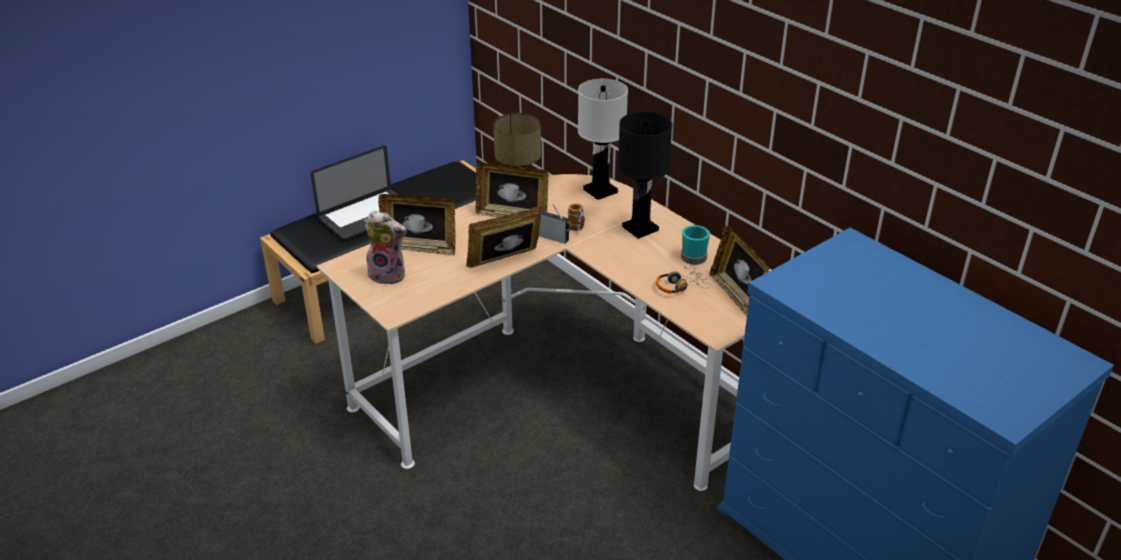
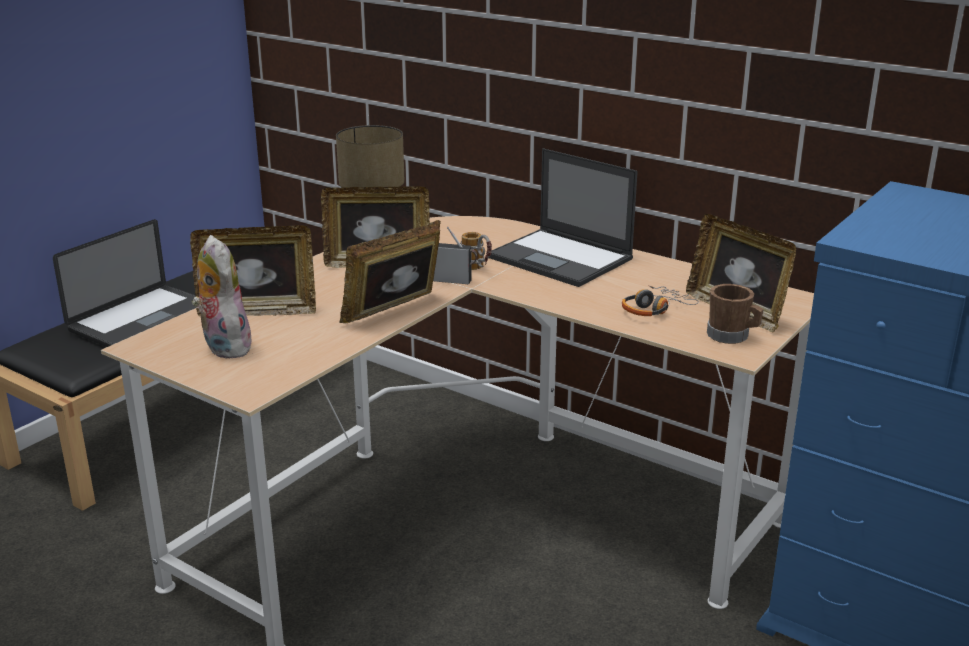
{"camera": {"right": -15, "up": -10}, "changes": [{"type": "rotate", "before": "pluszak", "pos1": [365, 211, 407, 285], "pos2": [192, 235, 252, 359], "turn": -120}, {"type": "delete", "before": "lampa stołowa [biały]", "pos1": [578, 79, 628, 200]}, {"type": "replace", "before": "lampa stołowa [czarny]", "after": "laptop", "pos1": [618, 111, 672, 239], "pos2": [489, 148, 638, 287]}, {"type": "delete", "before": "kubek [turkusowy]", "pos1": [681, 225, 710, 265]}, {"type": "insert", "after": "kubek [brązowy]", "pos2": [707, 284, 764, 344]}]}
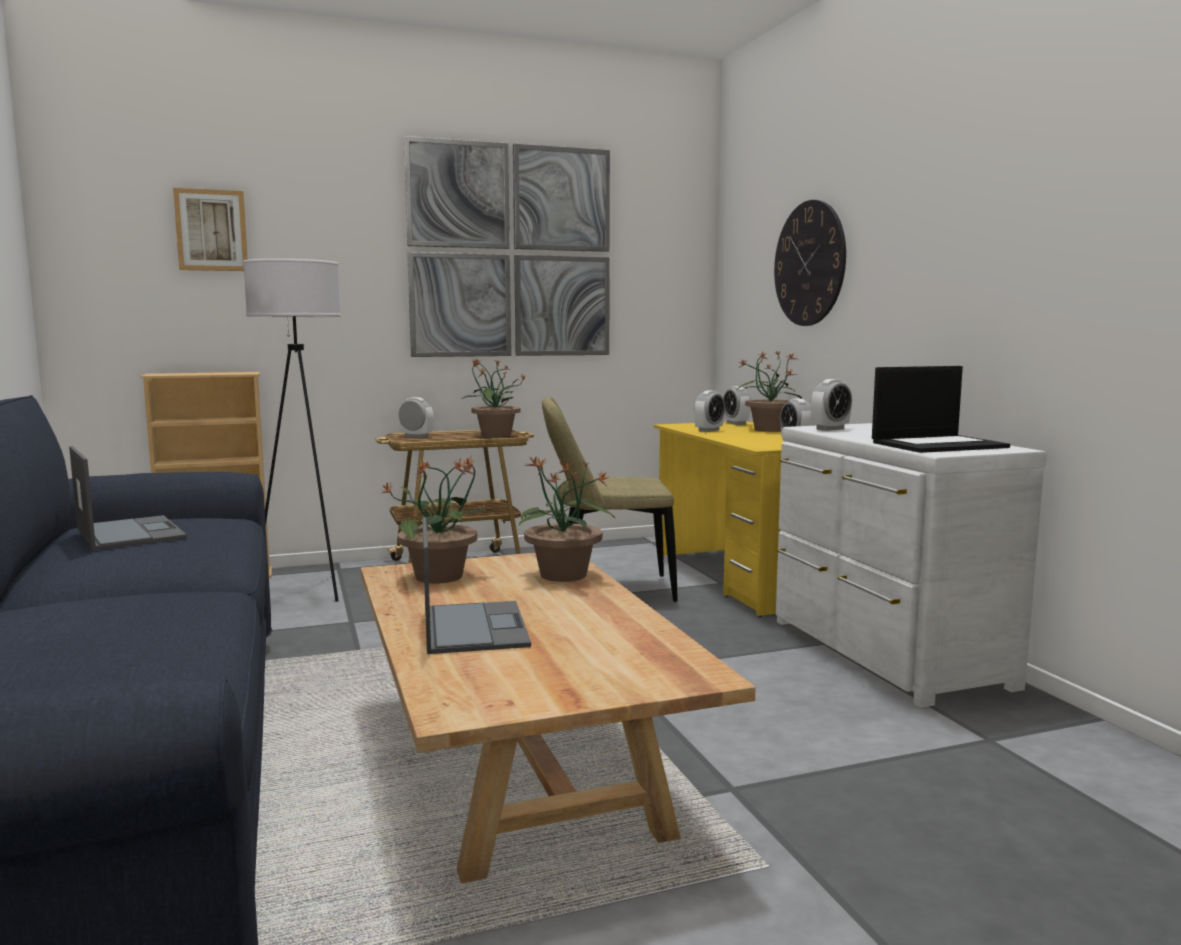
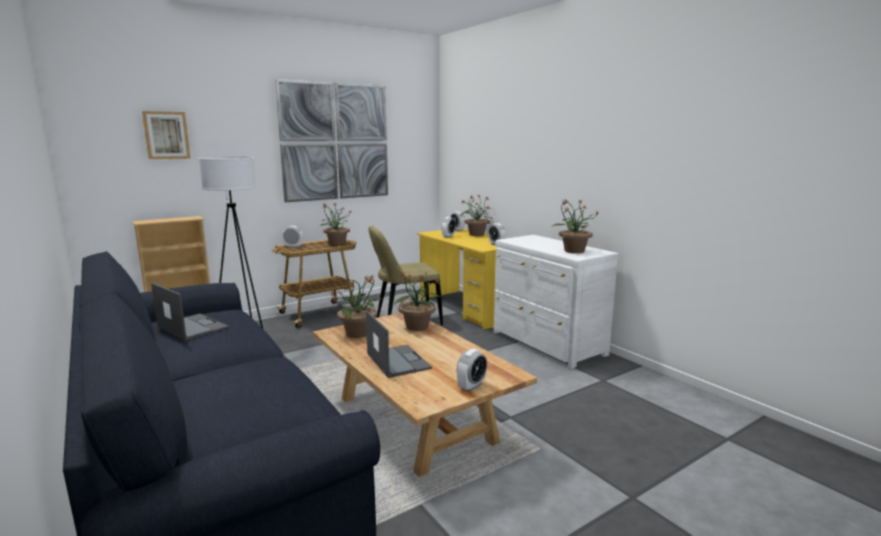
{"camera": {"right": -15, "up": 5}, "changes": [{"type": "delete", "before": "zegar ścienny", "pos1": [774, 200, 846, 326]}, {"type": "move", "before": "budzik", "pos1": [811, 379, 852, 431], "pos2": [457, 349, 487, 392]}, {"type": "replace", "before": "laptop", "after": "roślina doniczkowa", "pos1": [872, 366, 1010, 453], "pos2": [551, 199, 599, 253]}]}
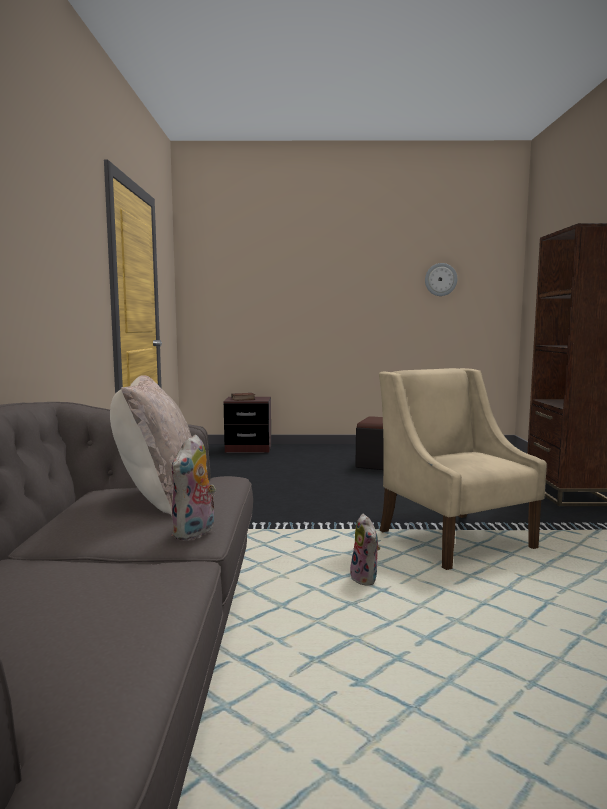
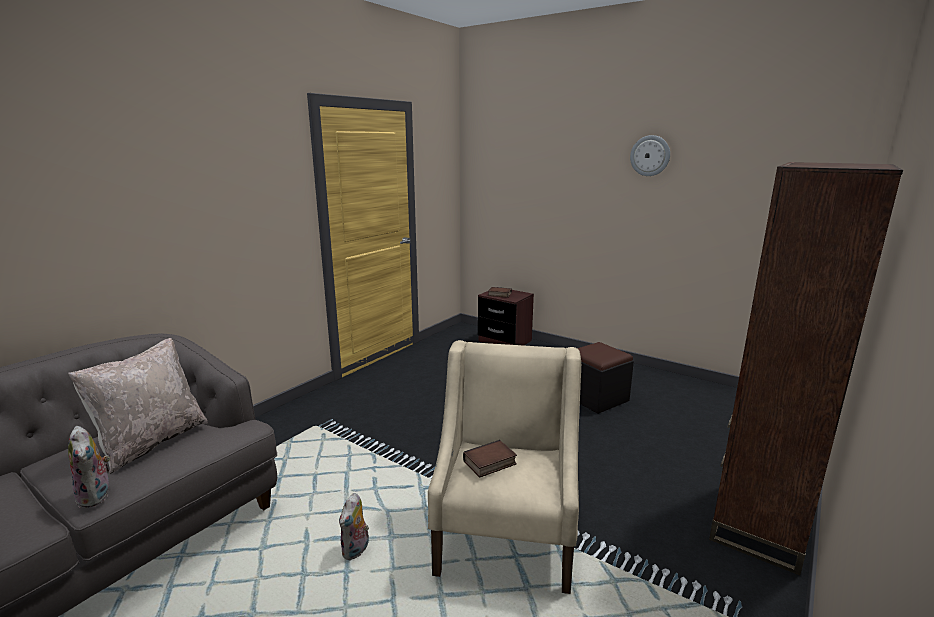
{"camera": {"right": 35, "up": 10}, "changes": [{"type": "rotate", "before": "pluszak", "pos1": [171, 434, 216, 541], "pos2": [68, 426, 110, 508], "turn": -90}, {"type": "move", "before": "zegar ścienny", "pos1": [425, 263, 457, 296], "pos2": [630, 135, 670, 176]}, {"type": "insert", "after": "książka", "pos2": [463, 440, 517, 478]}]}
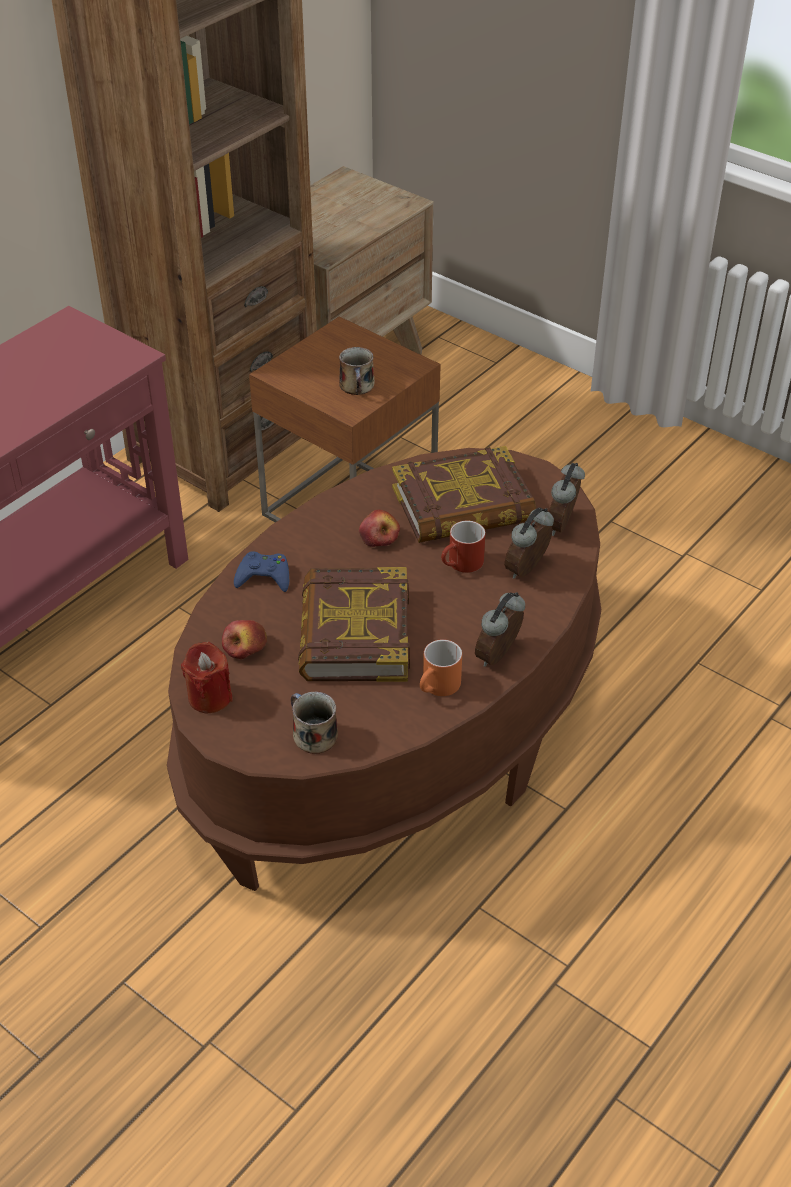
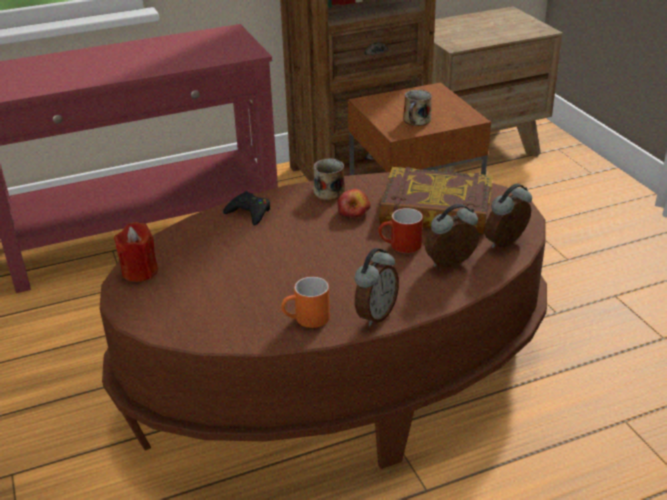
{"camera": {"right": 30, "up": -10}, "changes": [{"type": "delete", "before": "jabłko", "pos1": [222, 620, 267, 659]}, {"type": "recolor", "before": "pad do gier [niebieski]", "after": "pad do gier [czarny]", "pos1": [234, 552, 289, 592], "pos2": [223, 191, 270, 226]}, {"type": "move", "before": "kubek", "pos1": [291, 691, 338, 754], "pos2": [313, 159, 345, 200]}, {"type": "delete", "before": "książka", "pos1": [298, 567, 410, 682]}, {"type": "rotate", "before": "budzik", "pos1": [475, 592, 525, 667], "pos2": [355, 248, 399, 327], "turn": 150}]}
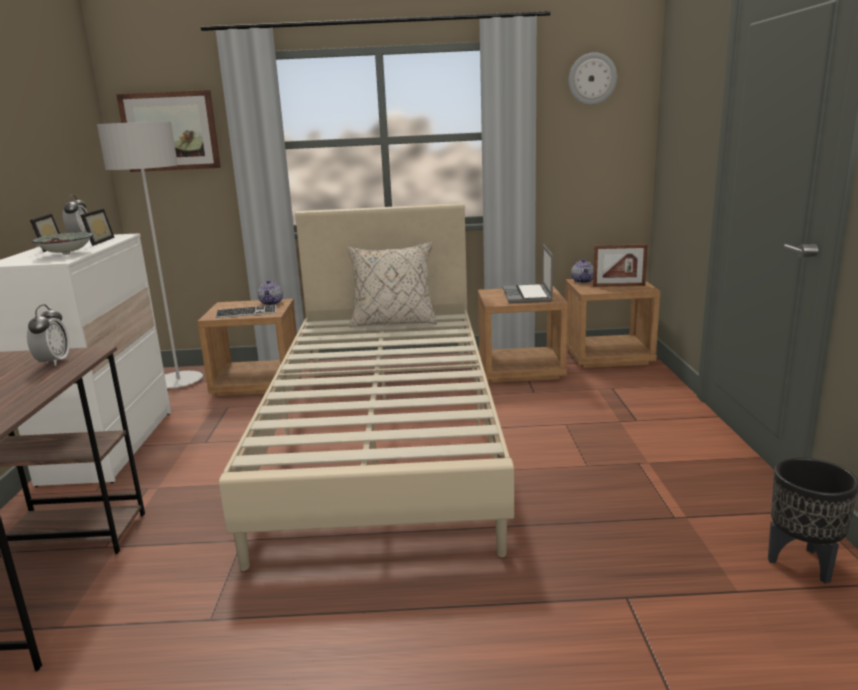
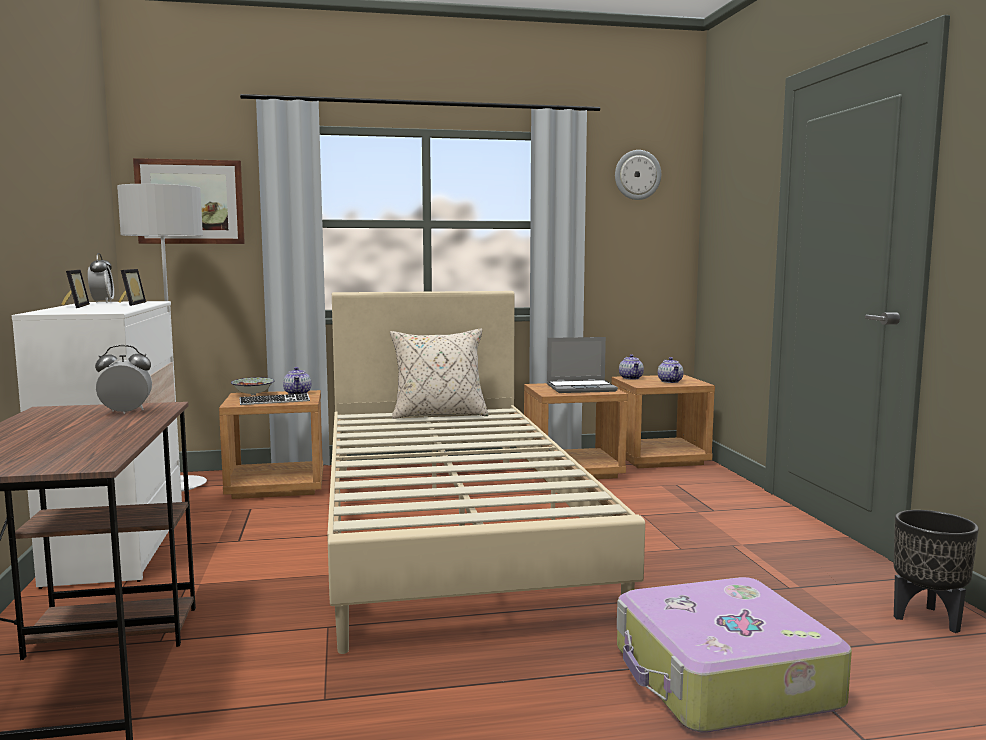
{"camera": {"right": -10, "up": -10}, "changes": [{"type": "rotate", "before": "budzik", "pos1": [27, 304, 70, 366], "pos2": [95, 345, 152, 414], "turn": -90}, {"type": "move", "before": "miska", "pos1": [32, 232, 93, 255], "pos2": [231, 377, 275, 396]}, {"type": "rotate", "before": "laptop", "pos1": [503, 244, 553, 303], "pos2": [547, 337, 618, 393], "turn": -90}, {"type": "replace", "before": "ramka na zdjęcie", "after": "imbryk", "pos1": [593, 244, 648, 287], "pos2": [658, 357, 683, 383]}, {"type": "insert", "after": "walizka", "pos2": [617, 577, 852, 733]}]}
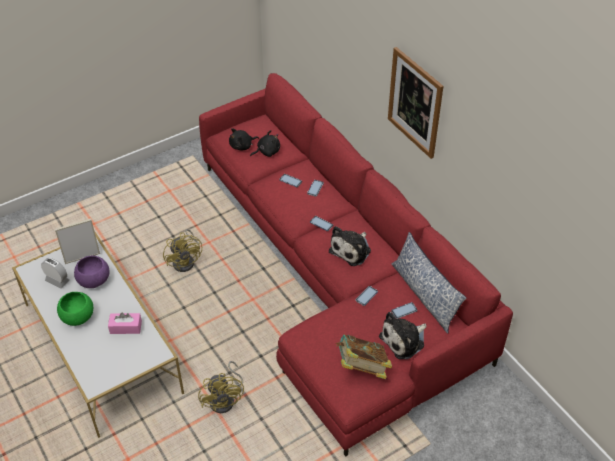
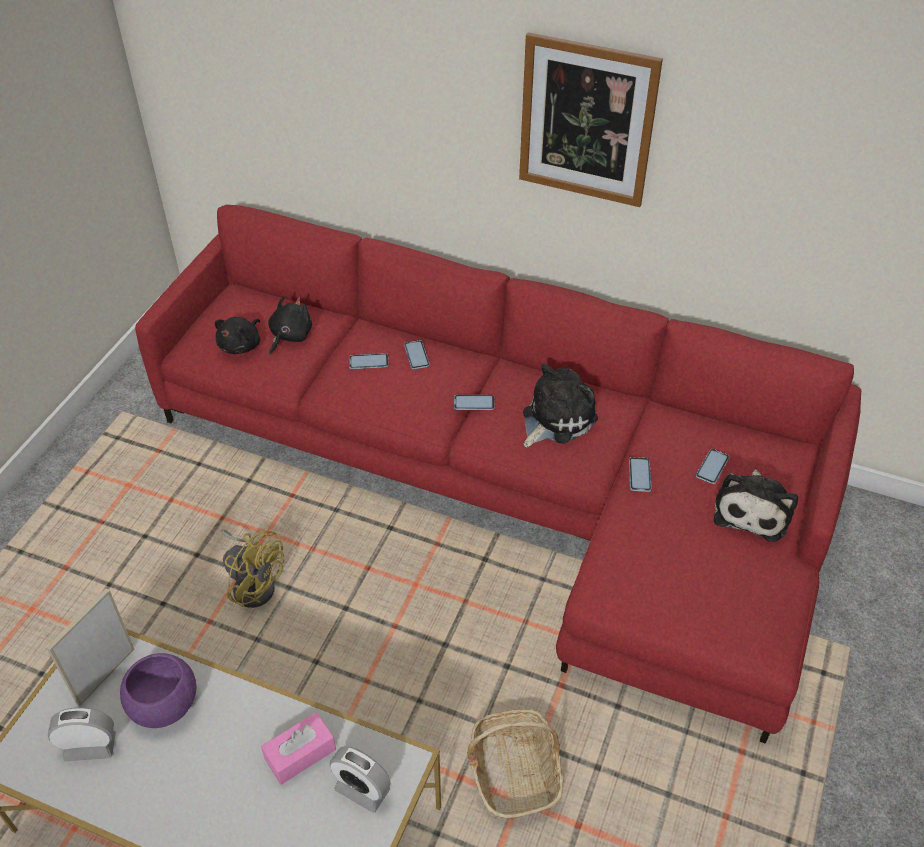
{"camera": {"right": -35, "up": 0}, "changes": [{"type": "delete", "before": "miska [zielony]", "pos1": [57, 292, 93, 326]}, {"type": "replace", "before": "wentylator [żółty]", "after": "koszyk", "pos1": [198, 361, 244, 413], "pos2": [467, 709, 564, 818]}, {"type": "rotate", "before": "pluszak", "pos1": [329, 226, 371, 266], "pos2": [523, 364, 598, 448], "turn": -135}, {"type": "delete", "before": "książka", "pos1": [336, 335, 392, 379]}, {"type": "delete", "before": "poduszka", "pos1": [391, 232, 466, 334]}, {"type": "insert", "after": "budzik", "pos2": [330, 746, 391, 813]}]}
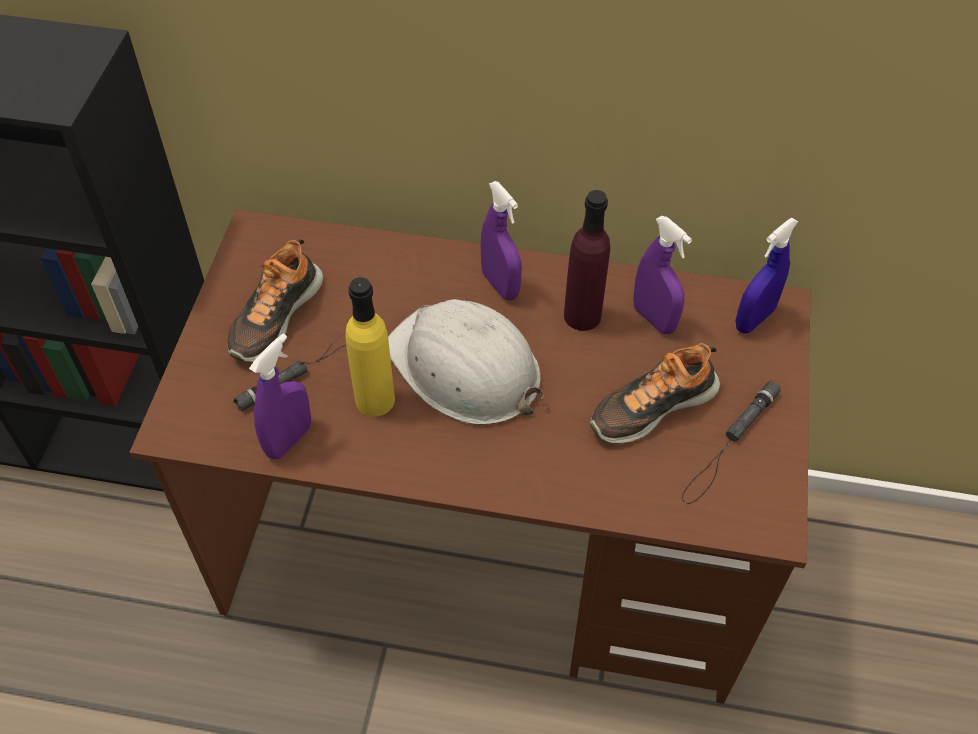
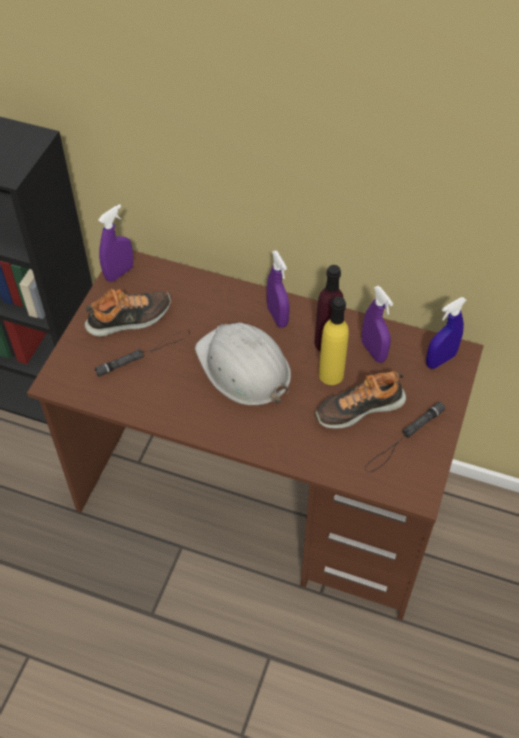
{"camera": {"right": 10, "up": 0}, "changes": [{"type": "rotate", "before": "but", "pos1": [228, 239, 323, 362], "pos2": [84, 289, 171, 337], "turn": -150}, {"type": "move", "before": "spryskiwacz [fioletowy]", "pos1": [249, 333, 311, 459], "pos2": [98, 204, 133, 282]}, {"type": "move", "before": "butelka [żółty]", "pos1": [345, 277, 395, 417], "pos2": [319, 297, 349, 385]}]}
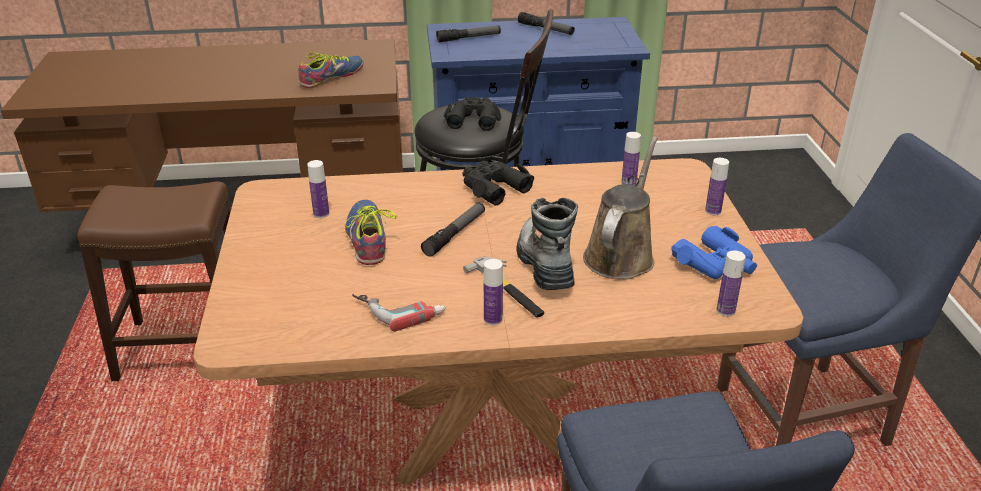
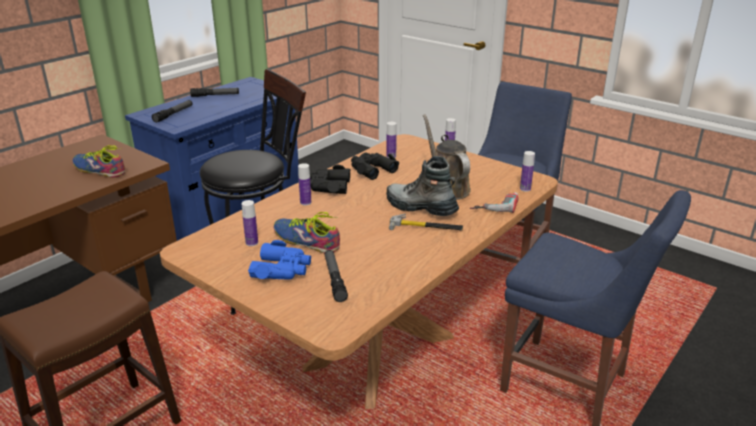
{"camera": {"right": -45, "up": -5}, "changes": [{"type": "rotate", "before": "but", "pos1": [298, 52, 364, 88], "pos2": [72, 145, 125, 178], "turn": -60}, {"type": "move", "before": "wiertarka", "pos1": [352, 294, 446, 332], "pos2": [470, 192, 519, 213]}, {"type": "move", "before": "latarka", "pos1": [421, 203, 485, 257], "pos2": [324, 250, 348, 302]}, {"type": "move", "before": "lornetka [czarny]", "pos1": [444, 97, 501, 131], "pos2": [351, 152, 399, 180]}, {"type": "move", "before": "butelka", "pos1": [484, 259, 503, 325], "pos2": [298, 163, 311, 205]}, {"type": "move", "before": "lornetka [niebieski]", "pos1": [671, 226, 757, 279], "pos2": [248, 240, 311, 279]}]}
